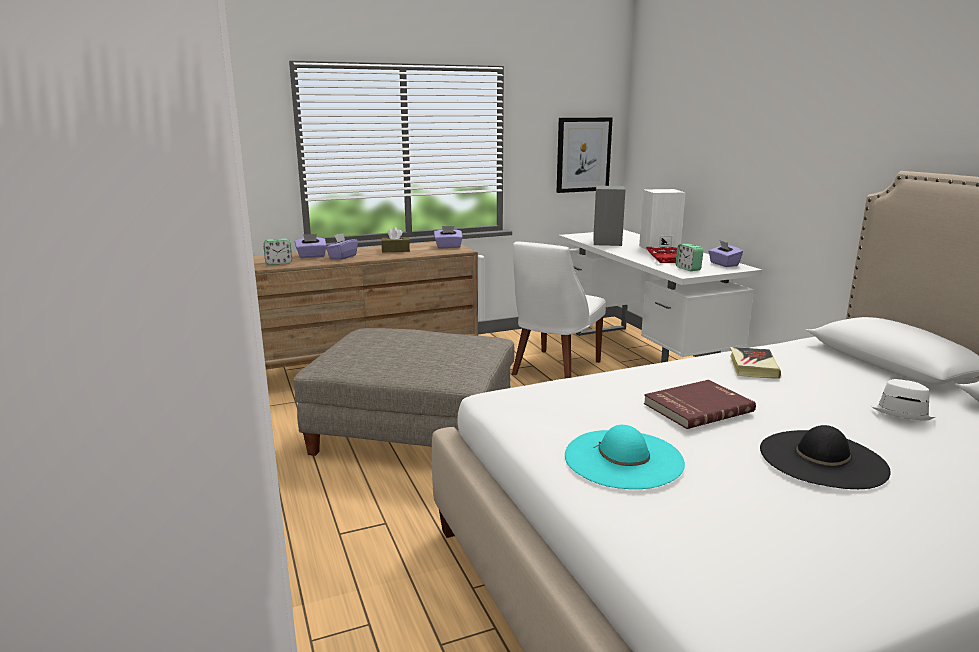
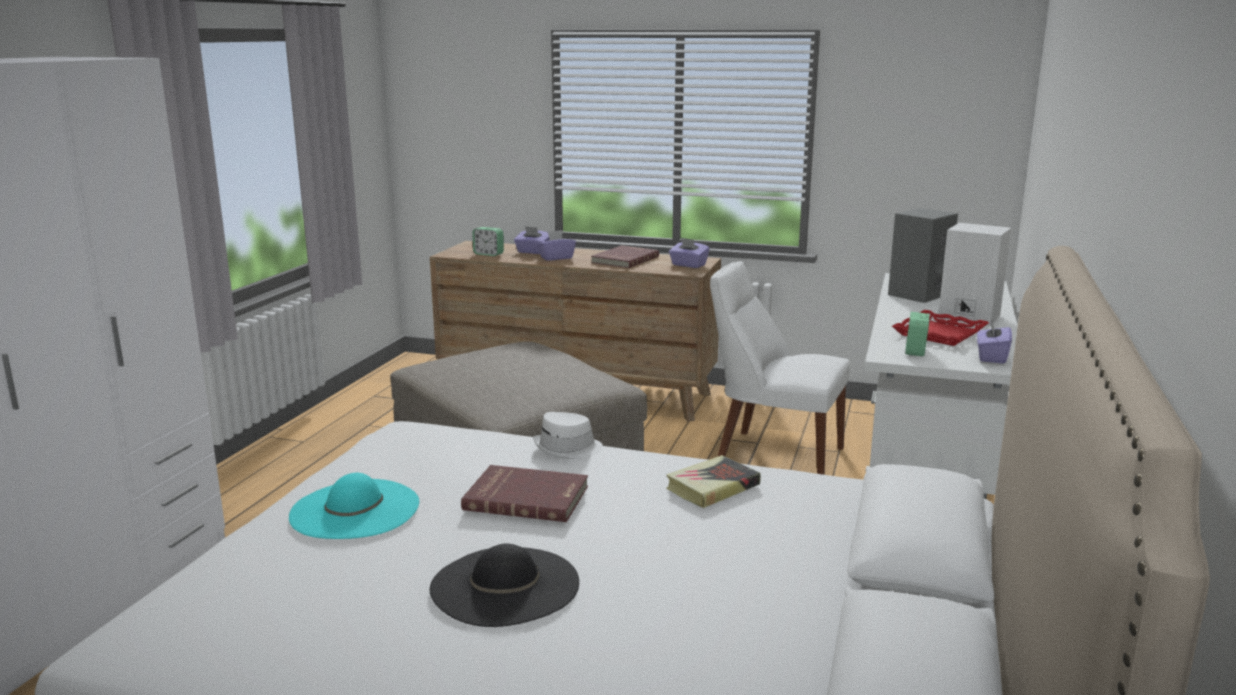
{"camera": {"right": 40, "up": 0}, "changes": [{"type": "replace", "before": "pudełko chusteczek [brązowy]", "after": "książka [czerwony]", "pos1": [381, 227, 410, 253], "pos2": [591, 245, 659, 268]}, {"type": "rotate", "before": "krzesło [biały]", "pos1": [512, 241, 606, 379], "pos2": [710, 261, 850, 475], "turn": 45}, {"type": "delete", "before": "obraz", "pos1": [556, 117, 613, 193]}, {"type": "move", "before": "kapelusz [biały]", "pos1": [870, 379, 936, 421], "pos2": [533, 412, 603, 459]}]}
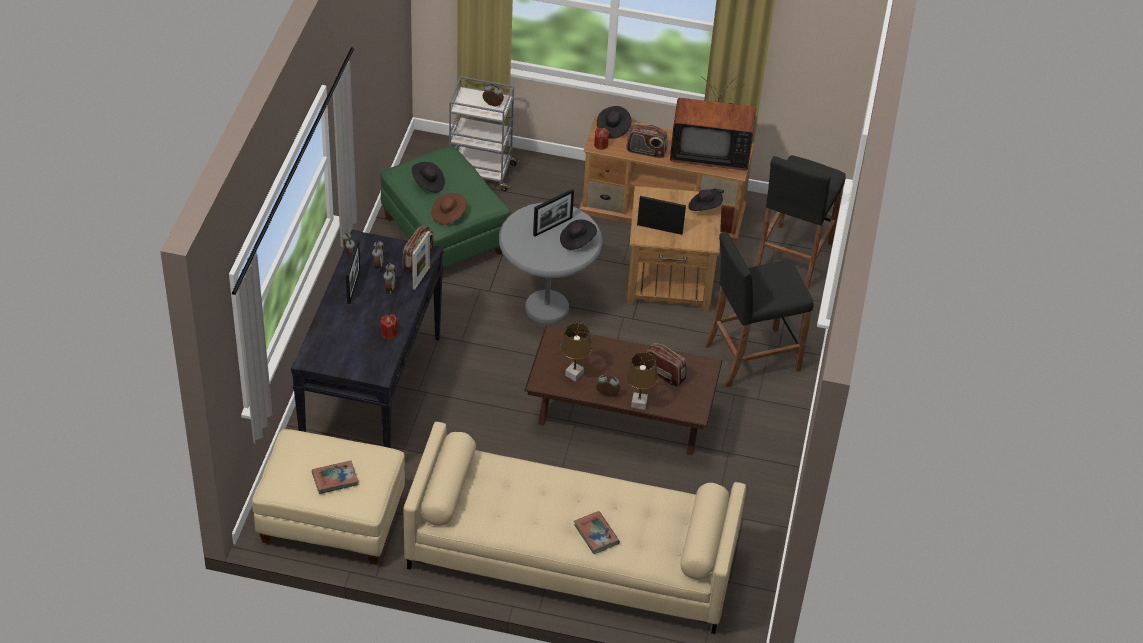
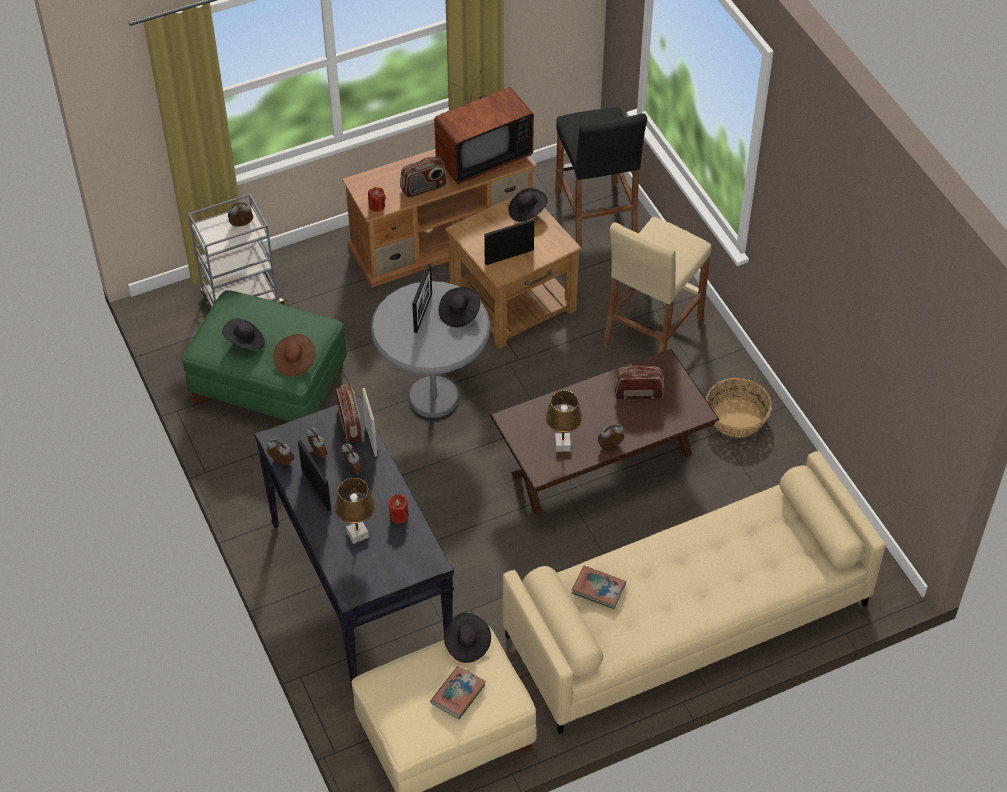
{"camera": {"right": -35, "up": 5}, "changes": [{"type": "move", "before": "książka", "pos1": [574, 511, 620, 554], "pos2": [572, 566, 626, 609]}, {"type": "move", "before": "kapelusz [czarny]", "pos1": [597, 106, 632, 139], "pos2": [444, 613, 491, 663]}, {"type": "move", "before": "lampa stołowa [brązowy]", "pos1": [625, 352, 658, 410], "pos2": [335, 478, 375, 544]}, {"type": "recolor", "before": "stołek [czarny]", "after": "stołek [beżowy]", "pos1": [704, 232, 814, 387], "pos2": [603, 217, 711, 353]}, {"type": "insert", "after": "koszyk", "pos2": [706, 378, 772, 437]}]}
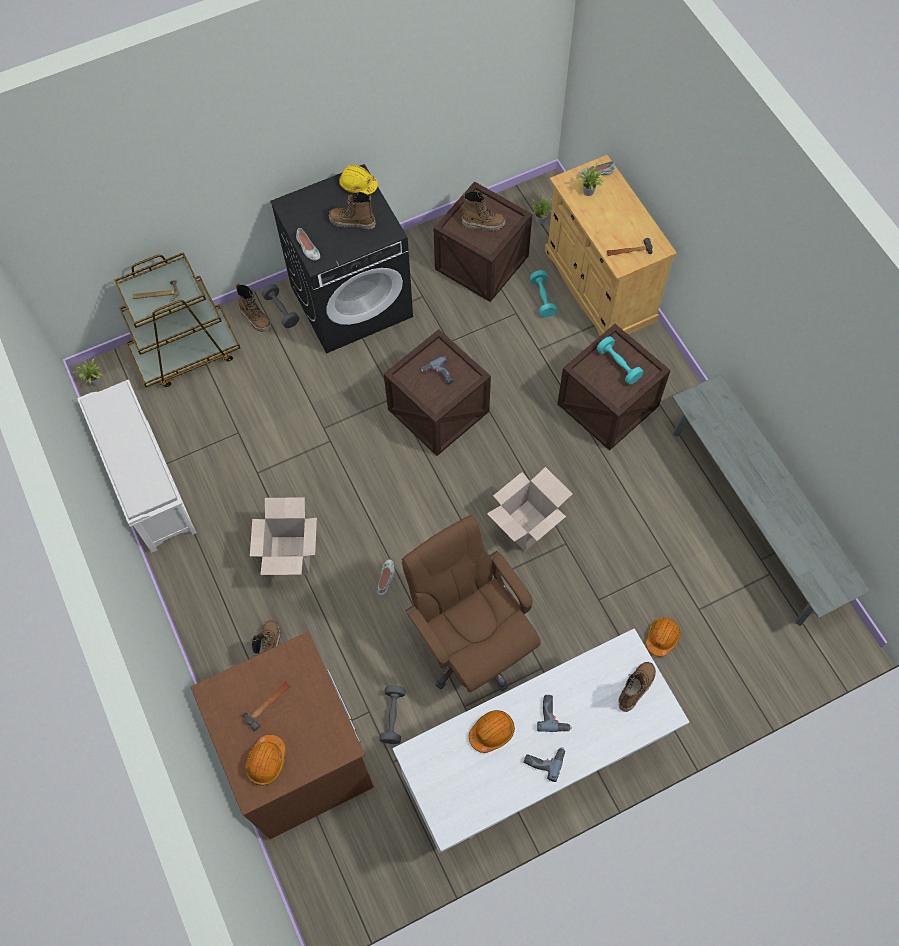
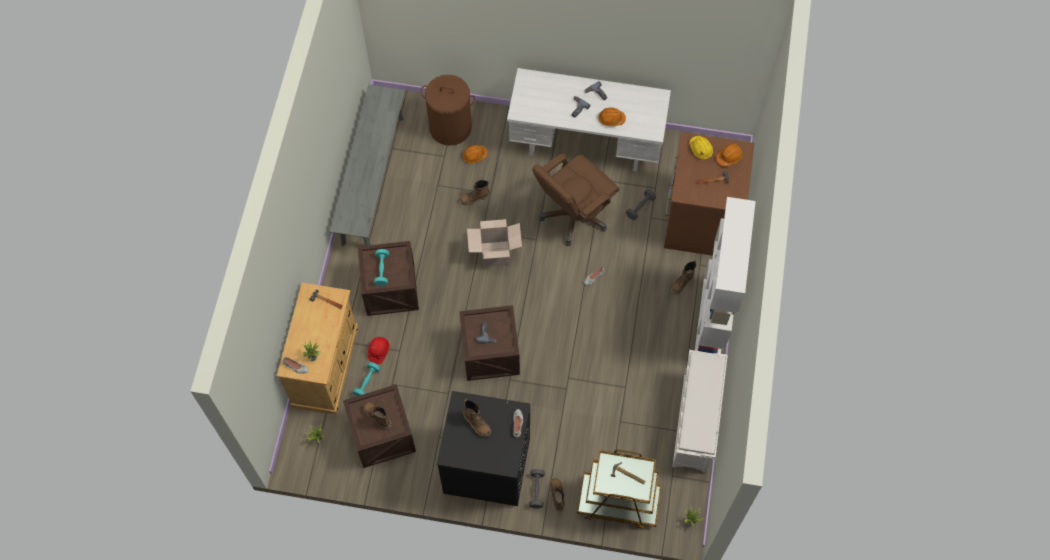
{"camera": {"right": -145, "up": 0}, "changes": [{"type": "delete", "before": "karton", "pos1": [250, 497, 317, 575]}, {"type": "move", "before": "kask [żółty]", "pos1": [339, 165, 378, 195], "pos2": [689, 136, 713, 160]}, {"type": "rotate", "before": "krzesło biurowe [brązowy]", "pos1": [402, 515, 541, 692], "pos2": [532, 154, 619, 246], "turn": 45}, {"type": "move", "before": "but z cholewką", "pos1": [619, 662, 656, 712], "pos2": [460, 180, 490, 205]}, {"type": "insert", "after": "kask [czerwony]", "pos2": [368, 337, 390, 364]}, {"type": "insert", "after": "kosz na pranie [brązowy]", "pos2": [421, 75, 475, 146]}, {"type": "insert", "after": "regał [biały]", "pos2": [695, 197, 756, 354]}]}
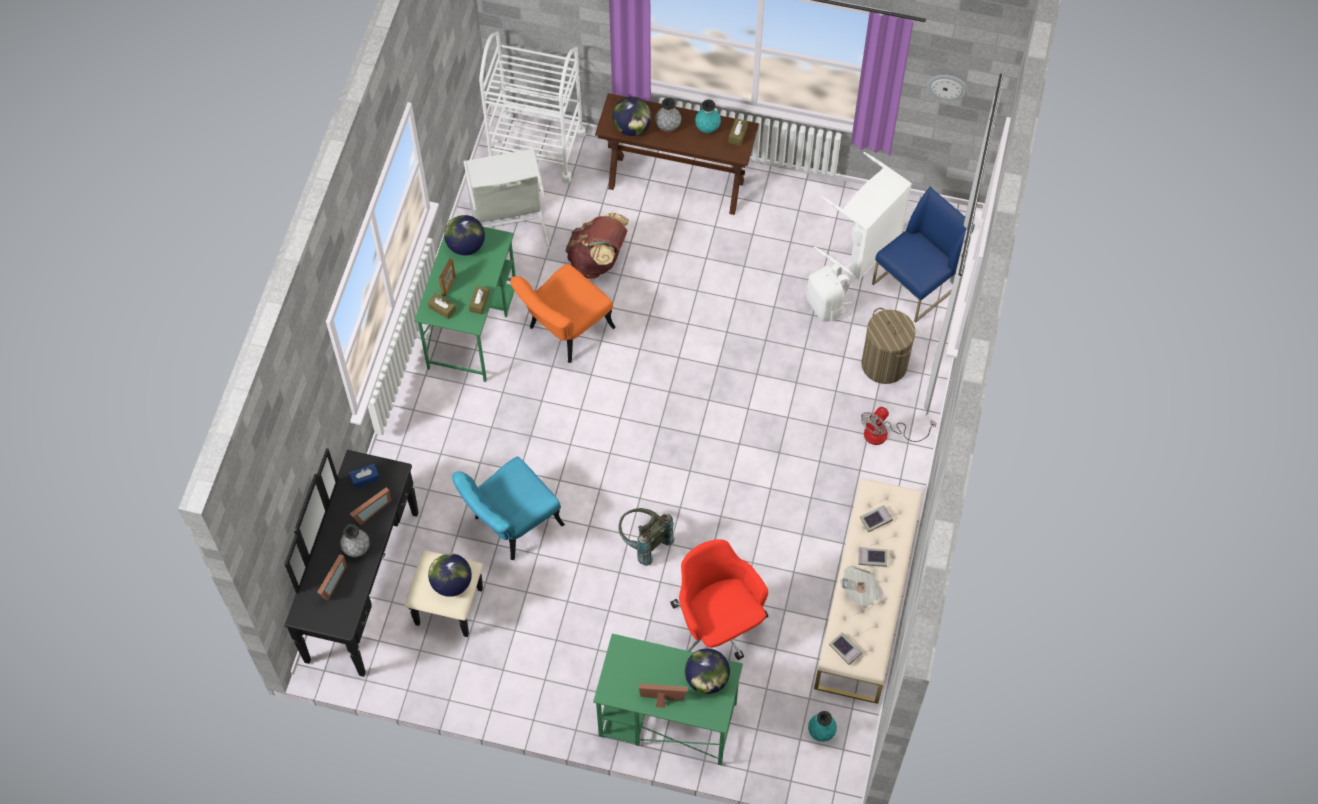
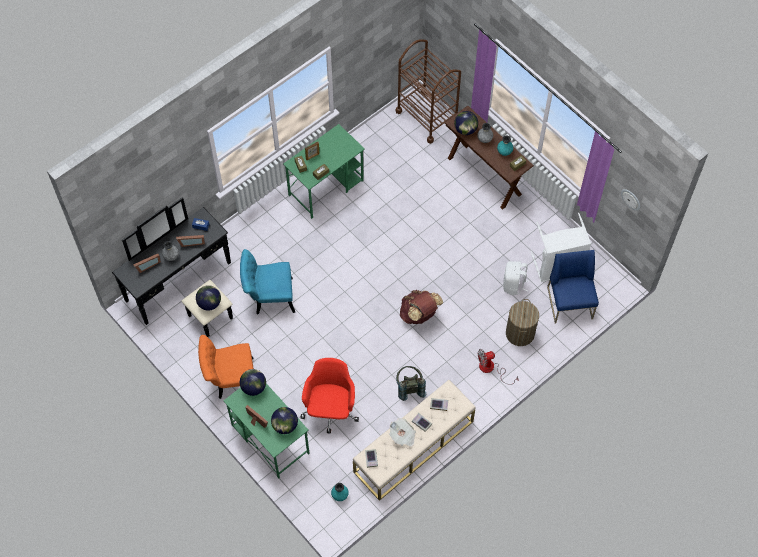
{"camera": {"right": 35, "up": 0}, "changes": [{"type": "move", "before": "globus", "pos1": [444, 215, 485, 255], "pos2": [240, 369, 266, 396]}, {"type": "delete", "before": "kosz na pranie [szary]", "pos1": [463, 148, 550, 249]}, {"type": "recolor", "before": "wózek [biały]", "after": "wózek [brązowy]", "pos1": [479, 31, 586, 183], "pos2": [396, 39, 461, 144]}, {"type": "move", "before": "krzesło [pomarańczowy]", "pos1": [510, 263, 616, 363], "pos2": [198, 335, 254, 399]}, {"type": "move", "before": "plecak [brązowy]", "pos1": [566, 213, 629, 279], "pos2": [399, 290, 443, 324]}, {"type": "move", "before": "plecak [szary]", "pos1": [618, 508, 675, 566], "pos2": [396, 366, 426, 401]}, {"type": "rotate", "before": "krzesło [niebieski]", "pos1": [872, 187, 975, 323], "pos2": [547, 250, 599, 324], "turn": -90}]}
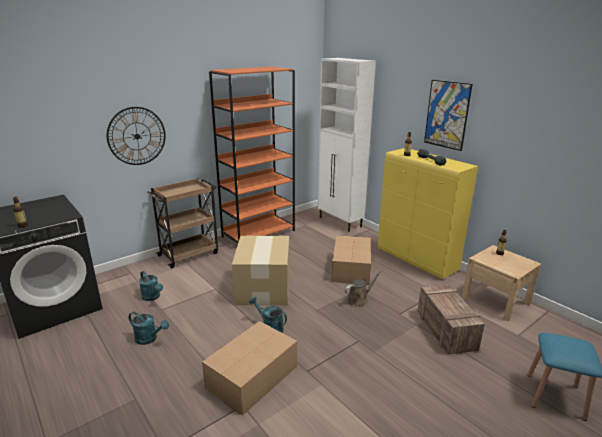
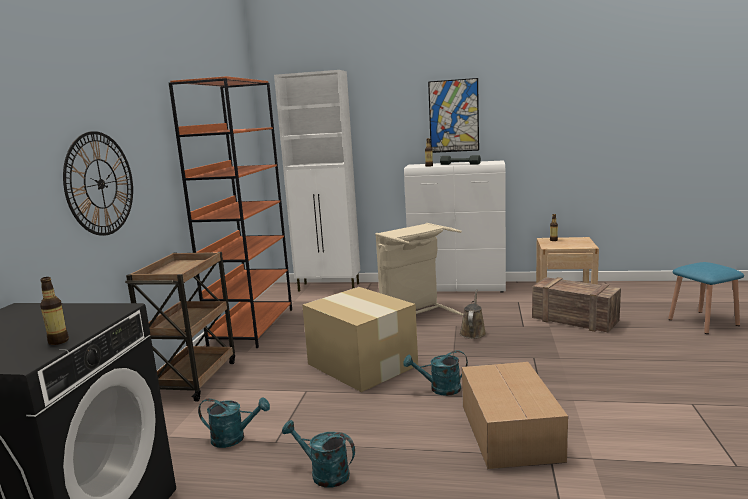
{"camera": {"right": -40, "up": -10}, "changes": [{"type": "rotate", "before": "konewka [turkusowy]", "pos1": [129, 312, 169, 345], "pos2": [282, 420, 355, 488], "turn": -135}, {"type": "replace", "before": "karton", "after": "kosz na pranie [beżowy]", "pos1": [332, 235, 371, 285], "pos2": [375, 223, 463, 316]}, {"type": "recolor", "before": "szafka [żółty]", "after": "szafka [biały]", "pos1": [378, 148, 478, 279], "pos2": [404, 160, 506, 293]}]}
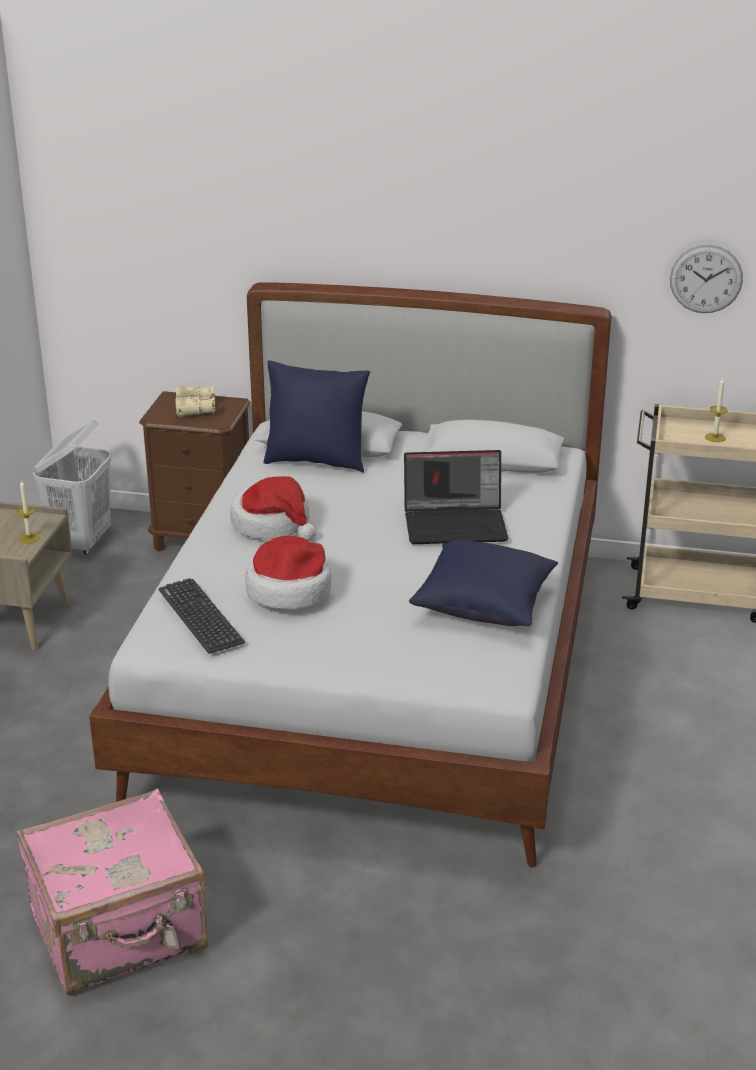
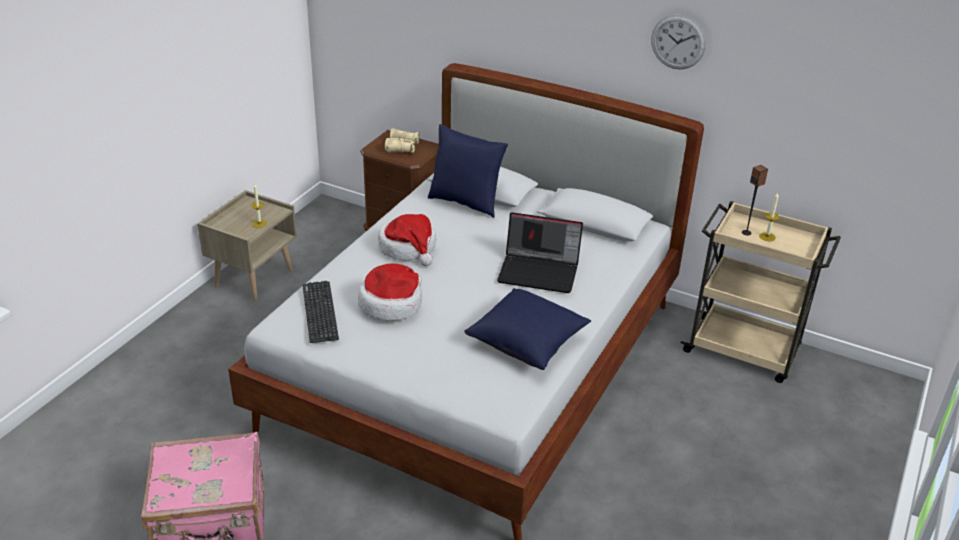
{"camera": {"right": 15, "up": 5}, "changes": [{"type": "delete", "before": "kosz na pranie [biały]", "pos1": [33, 420, 111, 555]}, {"type": "move", "before": "zegar ścienny", "pos1": [670, 245, 743, 313], "pos2": [651, 14, 706, 69]}, {"type": "insert", "after": "głośnik", "pos2": [742, 165, 768, 236]}]}
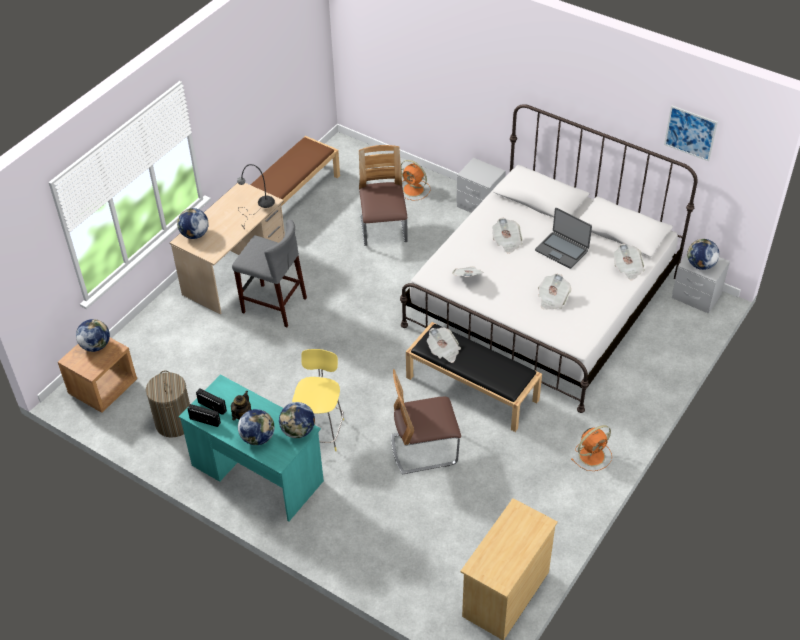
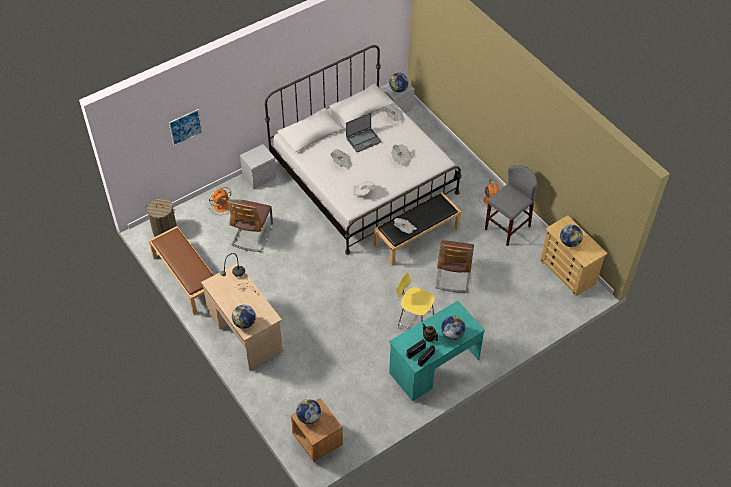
{"camera": {"right": -70, "up": 5}, "changes": [{"type": "move", "before": "kosz na pranie", "pos1": [146, 370, 190, 438], "pos2": [145, 198, 177, 237]}, {"type": "move", "before": "stołek [szary]", "pos1": [232, 220, 307, 327], "pos2": [485, 165, 537, 246]}, {"type": "move", "before": "globus", "pos1": [279, 402, 315, 438], "pos2": [560, 225, 583, 247]}, {"type": "rotate", "before": "krzesło", "pos1": [359, 145, 408, 246], "pos2": [227, 200, 273, 252], "turn": -90}, {"type": "move", "before": "obraz", "pos1": [664, 105, 718, 162], "pos2": [169, 109, 203, 146]}]}
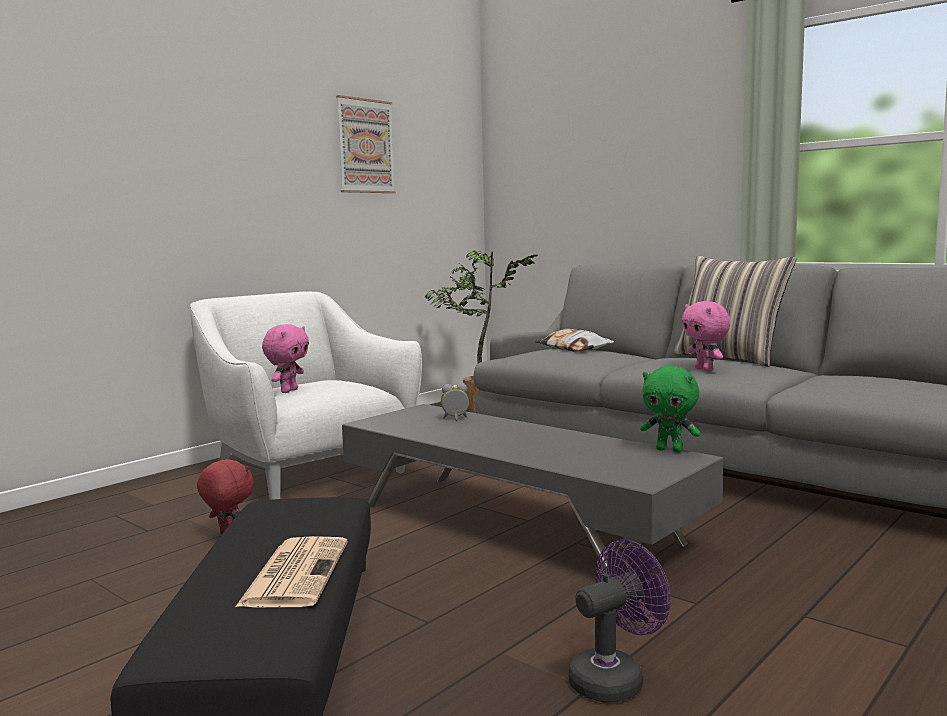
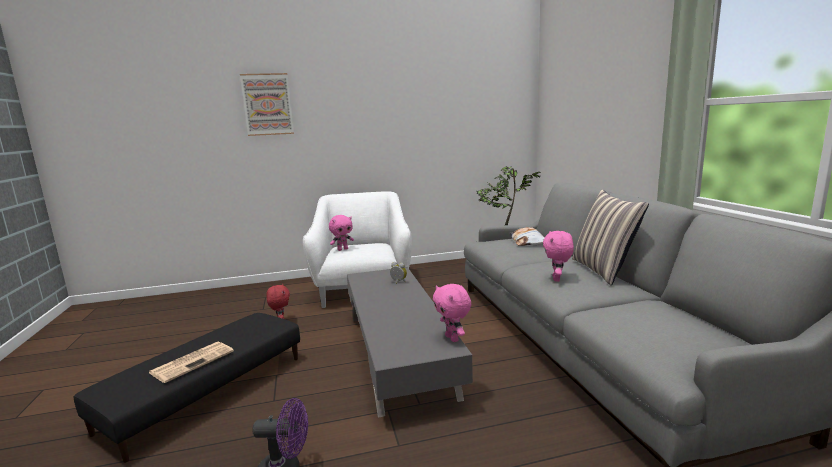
{"camera": {"right": 35, "up": 5}, "changes": [{"type": "move", "before": "obraz", "pos1": [336, 95, 396, 193], "pos2": [240, 73, 294, 136]}, {"type": "recolor", "before": "pluszak [zielony]", "after": "pluszak [różowy]", "pos1": [640, 366, 701, 452], "pos2": [433, 284, 471, 342]}]}
